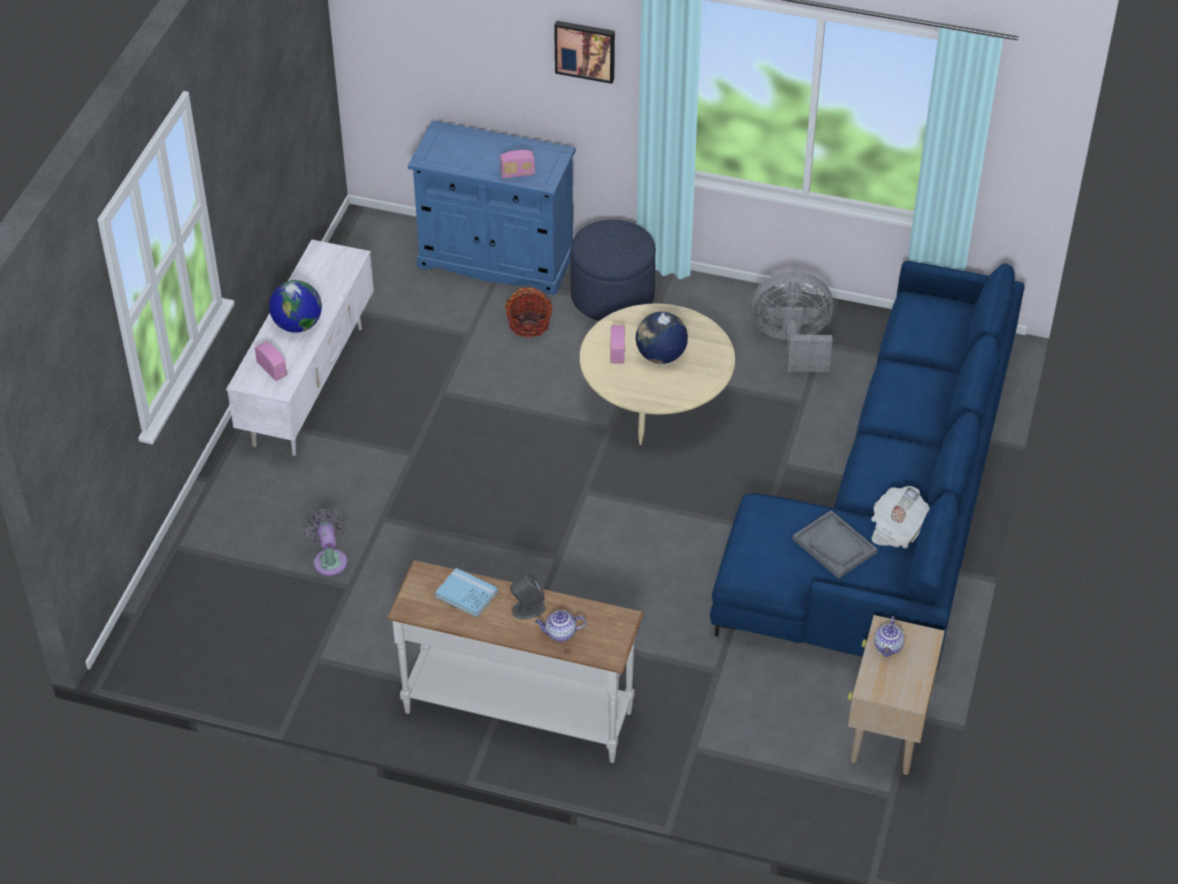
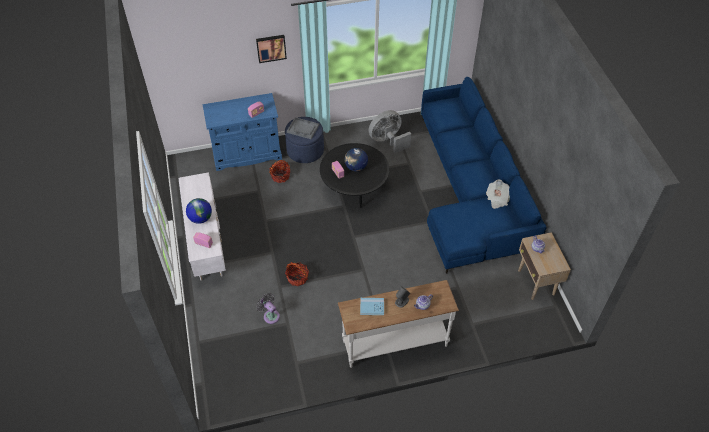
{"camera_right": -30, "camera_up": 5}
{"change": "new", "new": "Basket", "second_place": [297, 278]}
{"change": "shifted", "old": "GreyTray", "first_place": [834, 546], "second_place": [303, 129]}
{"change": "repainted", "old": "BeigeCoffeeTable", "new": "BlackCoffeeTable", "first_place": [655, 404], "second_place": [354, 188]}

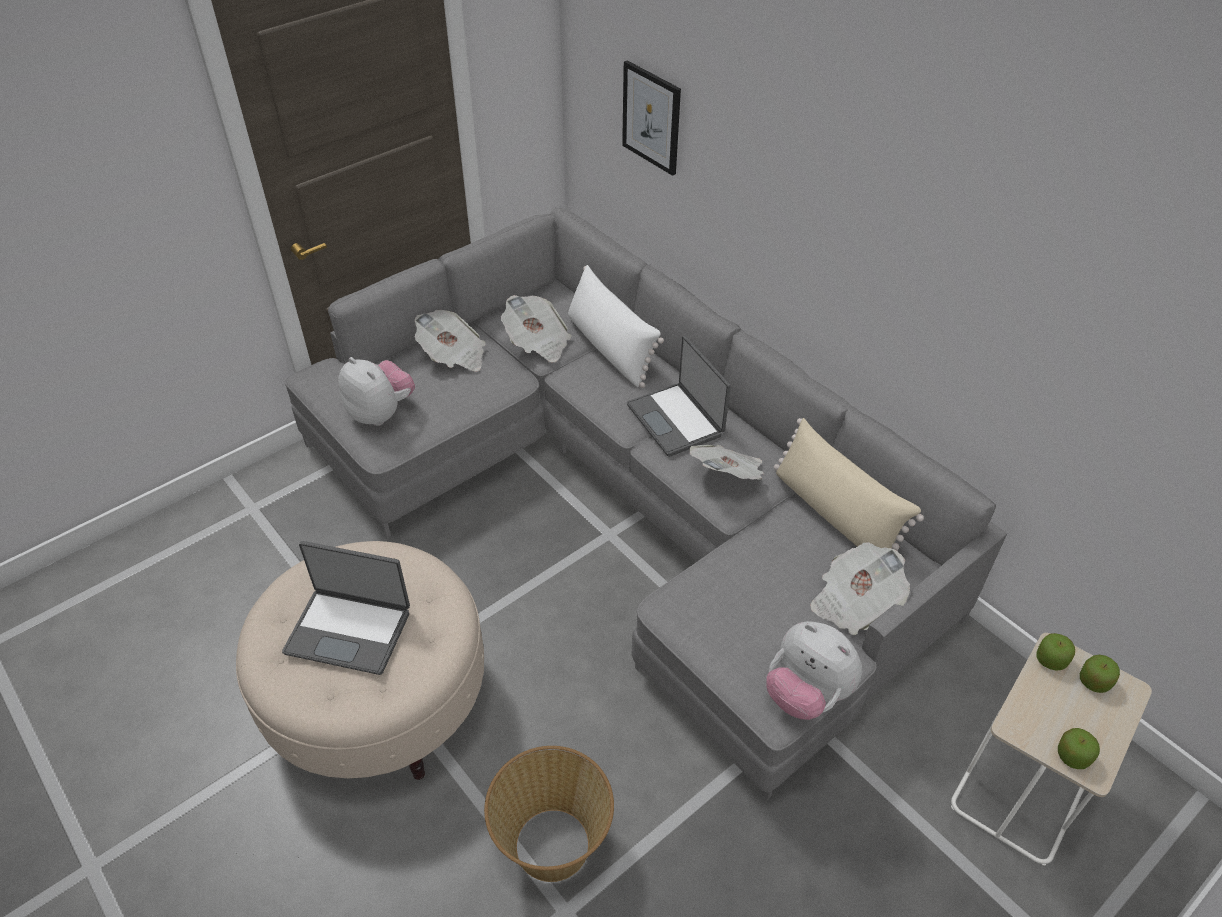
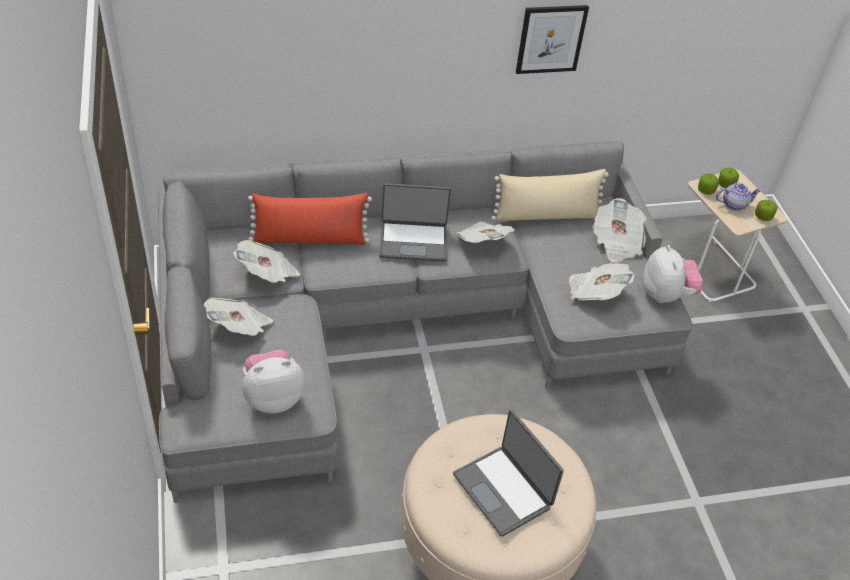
{"camera_right": -65, "camera_up": 0}
{"change": "repainted", "old": "WhitePillow", "new": "RedPillow", "first_place": [610, 348], "second_place": [310, 239]}
{"change": "rotated", "old": "Laptop", "first_place": [349, 630], "second_place": [503, 490], "degrees": 105}
{"change": "shifted", "old": "Picture", "first_place": [651, 117], "second_place": [551, 39]}
{"change": "new", "new": "Newspaper", "second_place": [595, 292]}
{"change": "rotated", "old": "PlushToy", "first_place": [806, 693], "second_place": [666, 295], "degrees": -75}
{"change": "new", "new": "Teapot", "second_place": [734, 204]}
{"change": "gone", "old": "Basket", "first_place": [552, 843]}

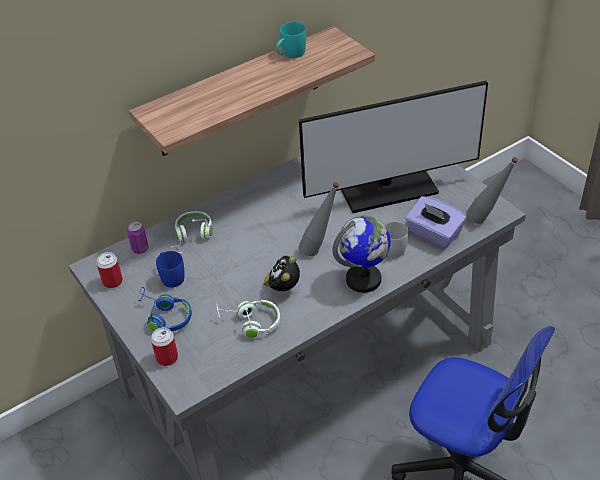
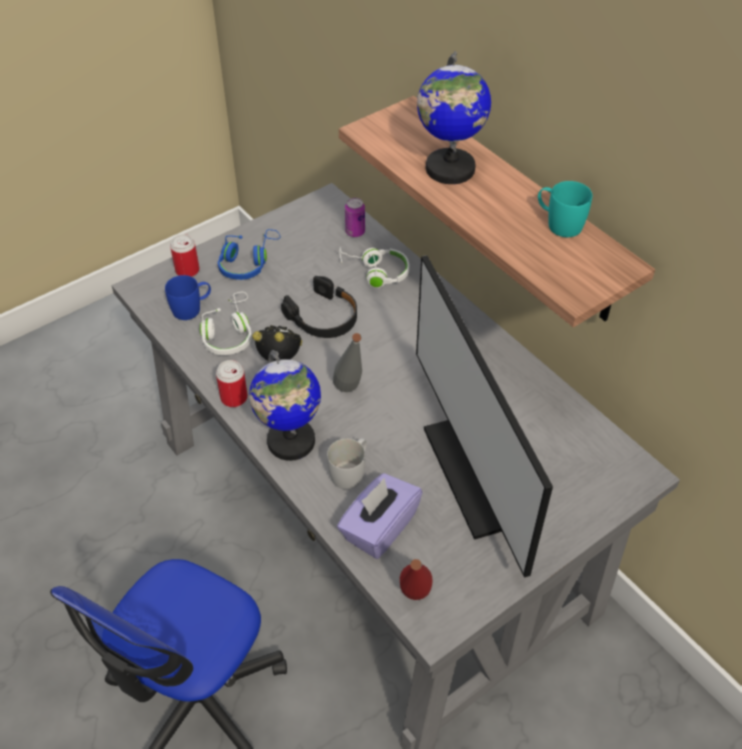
{"camera_right": 85, "camera_up": 5}
{"change": "shifted", "old": "BlueMug", "first_place": [171, 276], "second_place": [192, 308]}
{"change": "shifted", "old": "Can", "first_place": [112, 281], "second_place": [234, 398]}
{"change": "new", "new": "BlackHeadphones", "second_place": [323, 317]}
{"change": "repainted", "old": "GreyBottle", "new": "RedBottle", "first_place": [487, 219], "second_place": [414, 604]}
{"change": "new", "new": "Globe", "second_place": [449, 169]}

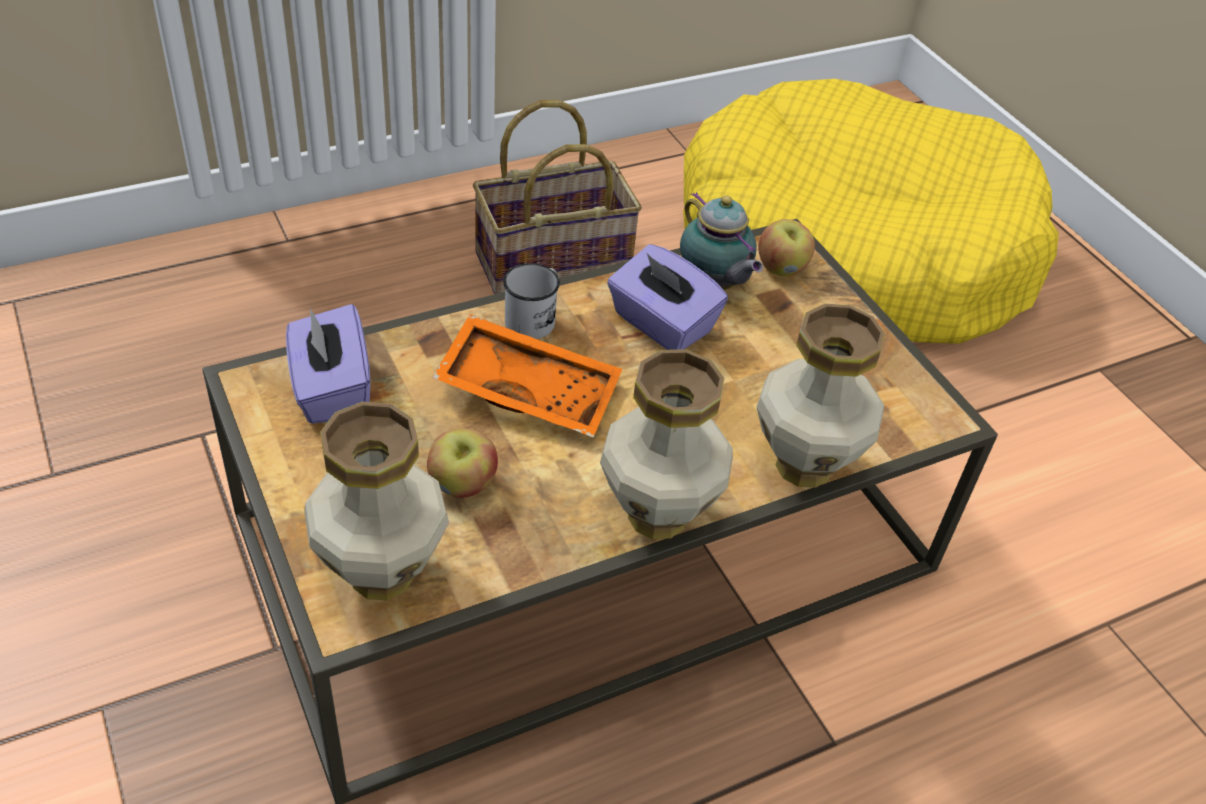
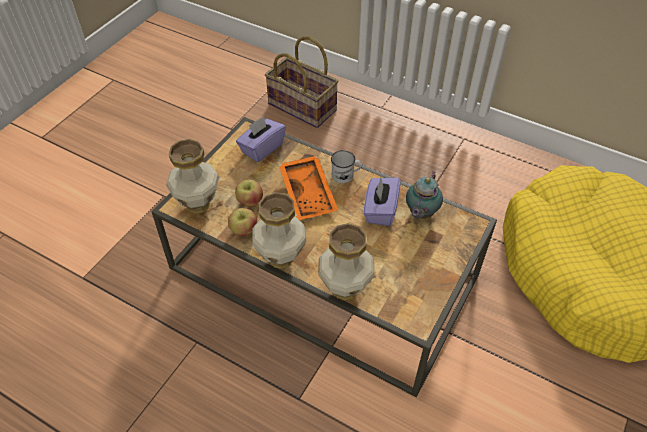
{"camera_right": 60, "camera_up": 5}
{"change": "shifted", "old": "Apple", "first_place": [781, 268], "second_place": [244, 230]}
{"change": "shifted", "old": "Basket", "first_place": [553, 262], "second_place": [303, 106]}

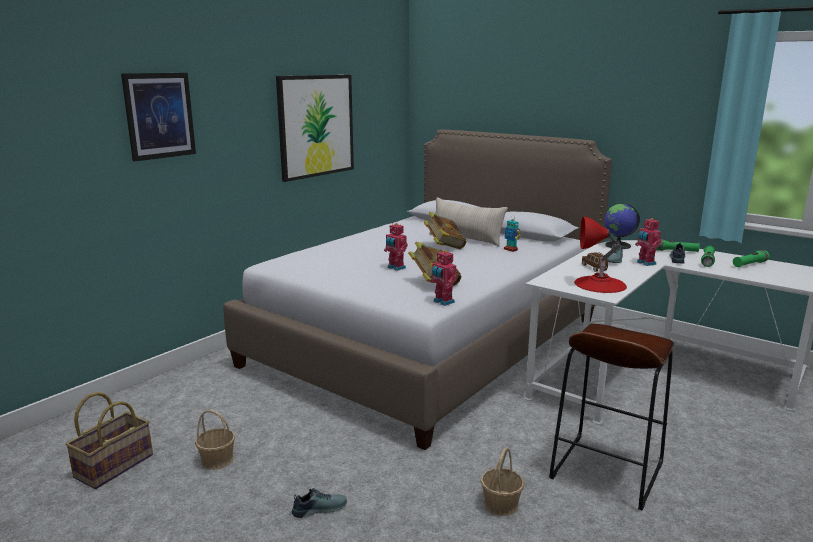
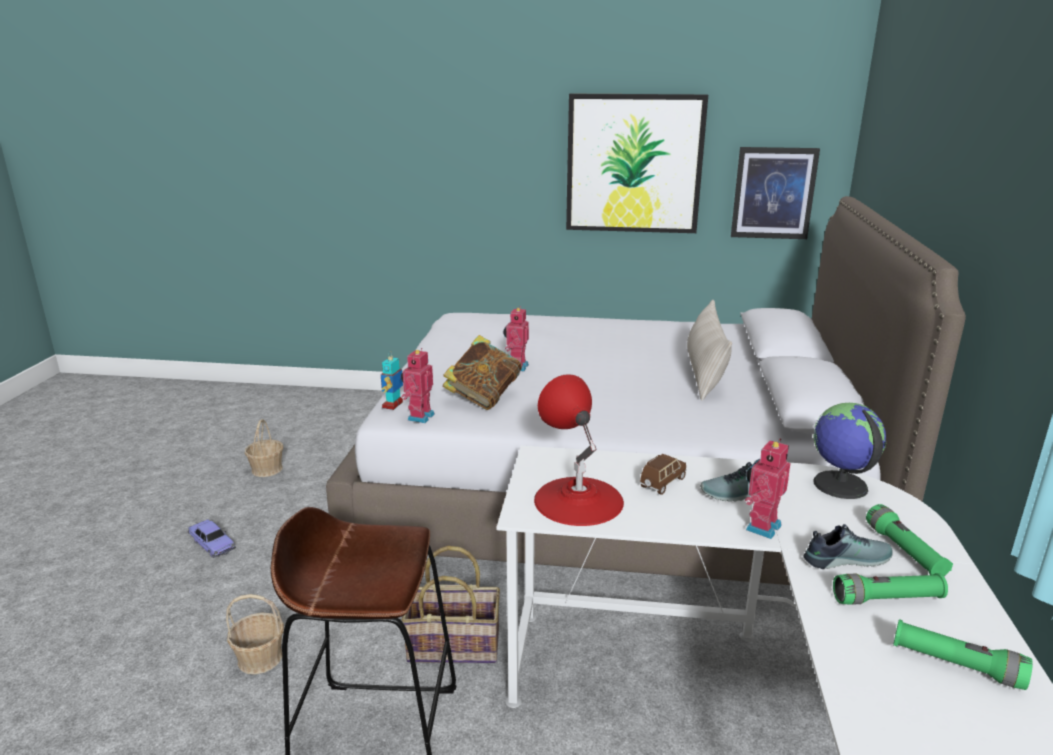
{"camera_right": 60, "camera_up": 5}
{"change": "swapped", "old": "Shoe", "new": "ToyCar", "first_place": [319, 508], "second_place": [212, 544]}
{"change": "shifted", "old": "ToyRobot", "first_place": [511, 249], "second_place": [393, 405]}
{"change": "shifted", "old": "Basket", "first_place": [114, 465], "second_place": [454, 644]}
{"change": "shifted", "old": "Picture", "first_place": [159, 115], "second_place": [773, 193]}
{"change": "gone", "old": "Book", "first_place": [444, 247]}

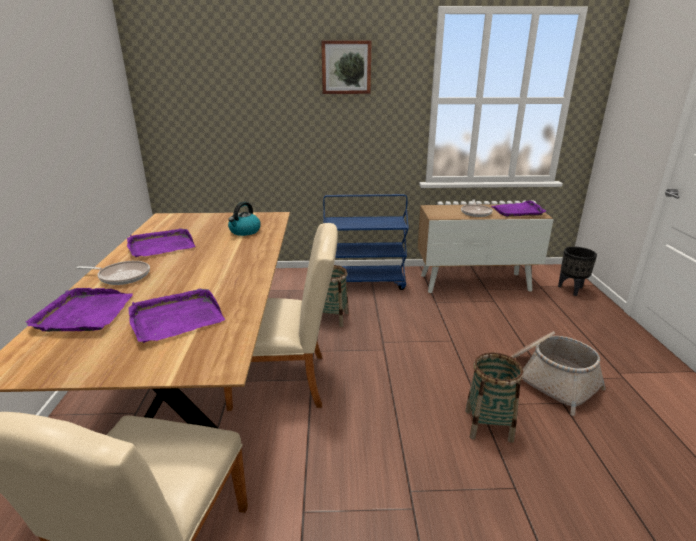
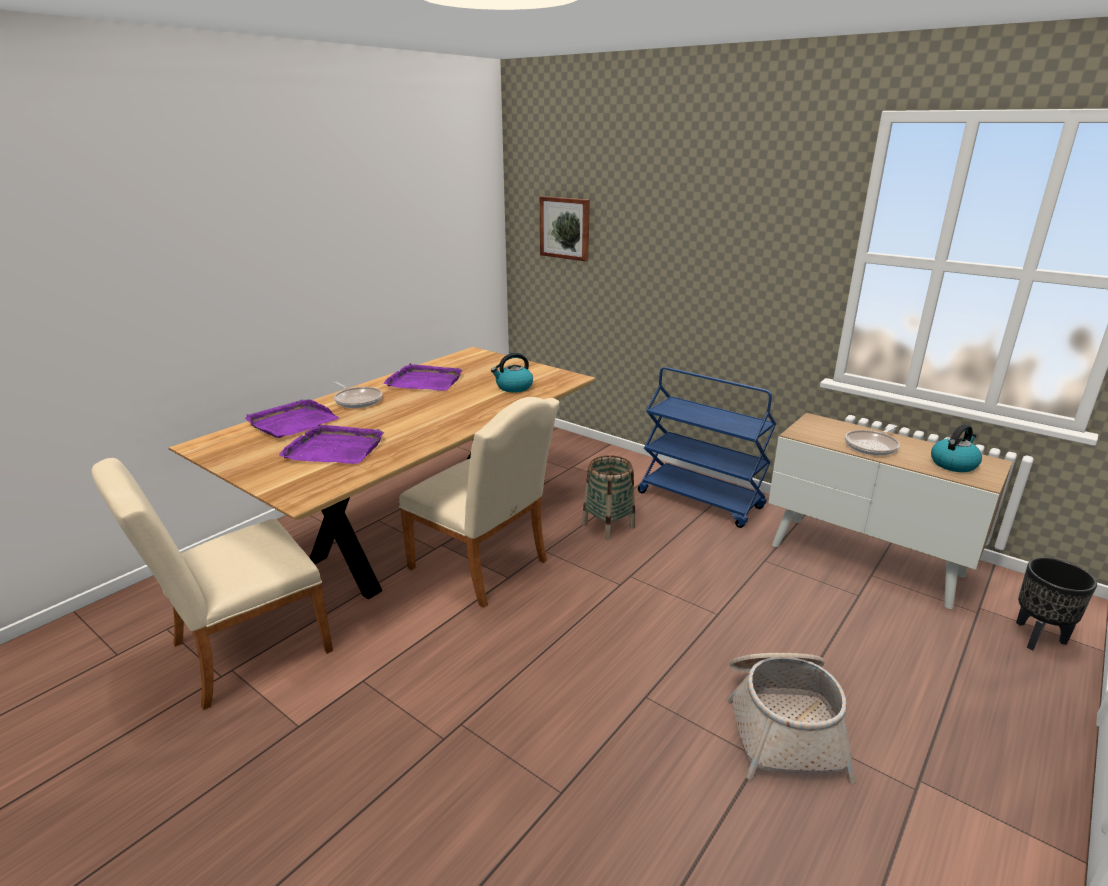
{"camera_right": 40, "camera_up": 0}
{"change": "shifted", "old": "Picture", "first_place": [346, 67], "second_place": [565, 228]}
{"change": "swapped", "old": "PurpleTray", "new": "Kettle", "first_place": [518, 211], "second_place": [953, 464]}
{"change": "gone", "old": "Basket", "first_place": [488, 425]}

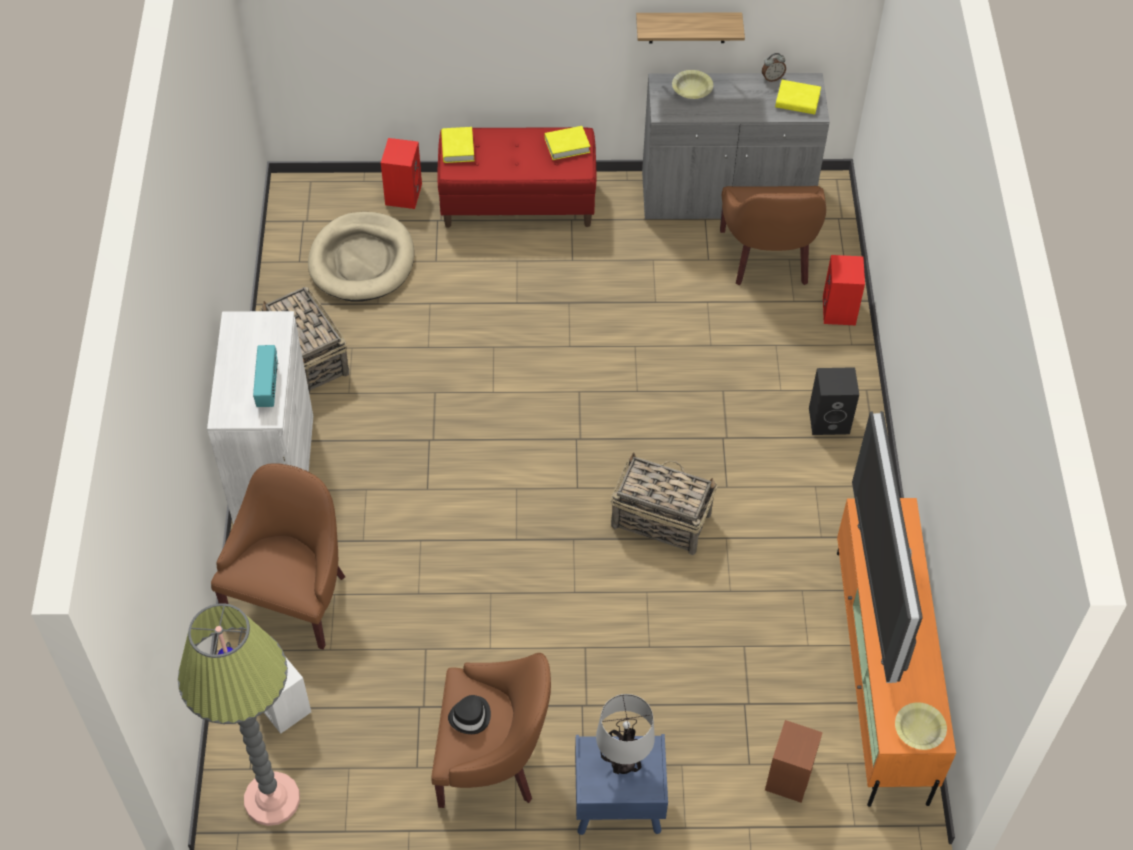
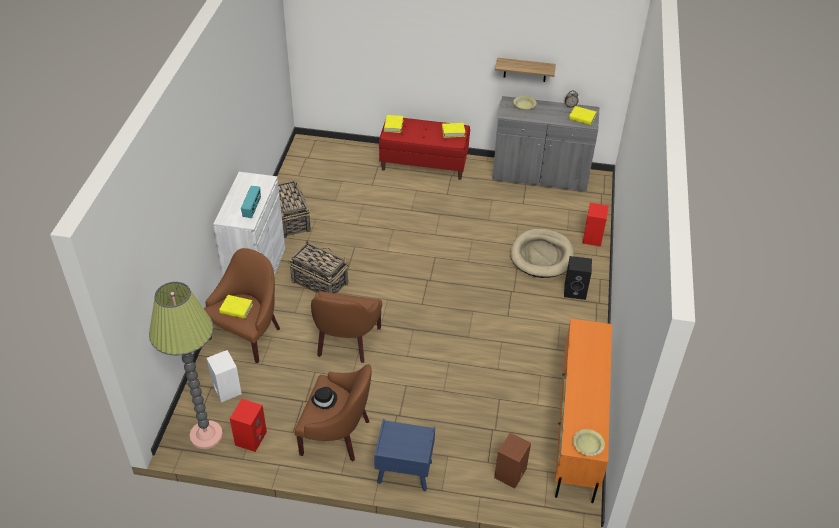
{"camera_right": 10, "camera_up": -10}
{"change": "new", "new": "YellowBook", "second_place": [236, 309]}
{"change": "shifted", "old": "RedSpeaker", "first_place": [403, 193], "second_place": [250, 437]}
{"change": "shifted", "old": "Basket", "first_place": [660, 520], "second_place": [319, 282]}
{"change": "shifted", "old": "BrownArmchair", "first_place": [768, 257], "second_place": [345, 342]}
{"change": "shifted", "old": "BeigeDogBed", "first_place": [362, 261], "second_place": [542, 256]}
{"change": "gone", "old": "TableLamp", "first_place": [623, 762]}
{"change": "gone", "old": "Television", "first_place": [884, 592]}

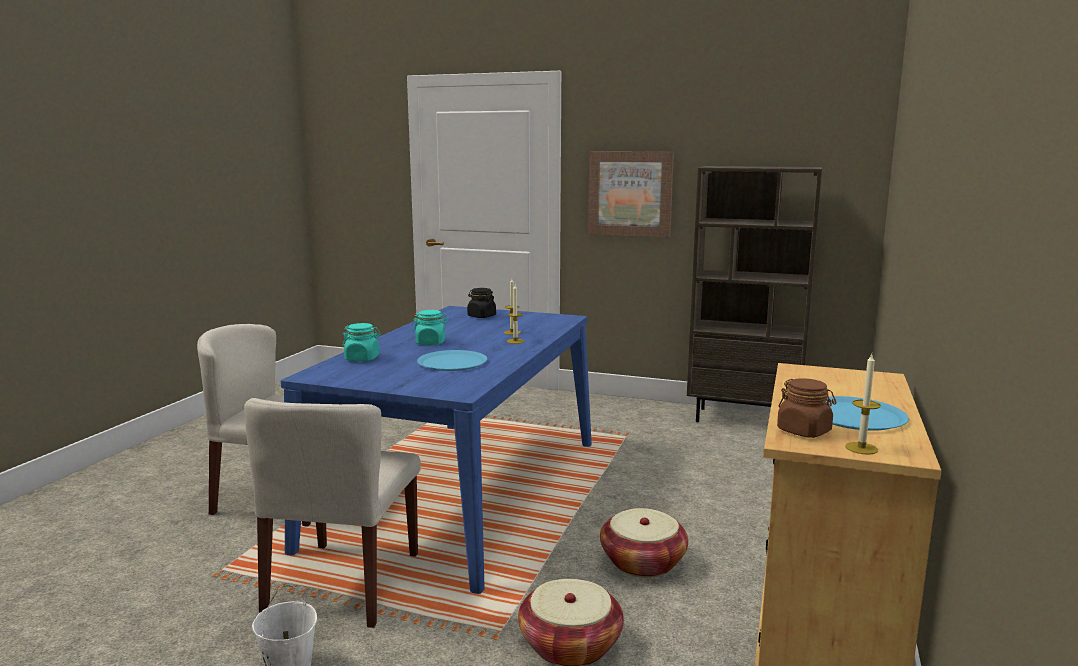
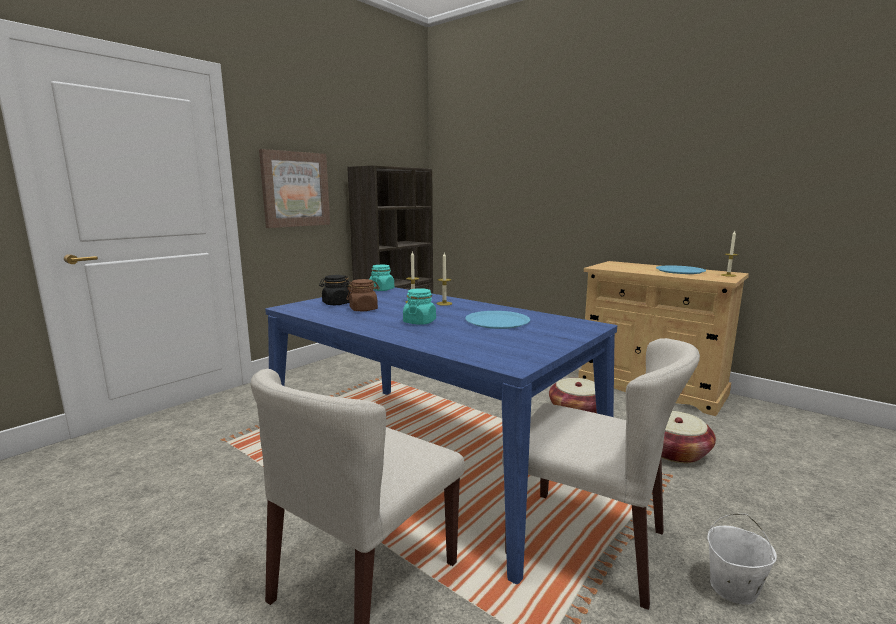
{"camera_right": -70, "camera_up": 0}
{"change": "shifted", "old": "BrownJar", "first_place": [804, 431], "second_place": [363, 309]}
{"change": "shifted", "old": "TurquoiseJar", "first_place": [362, 358], "second_place": [381, 289]}

